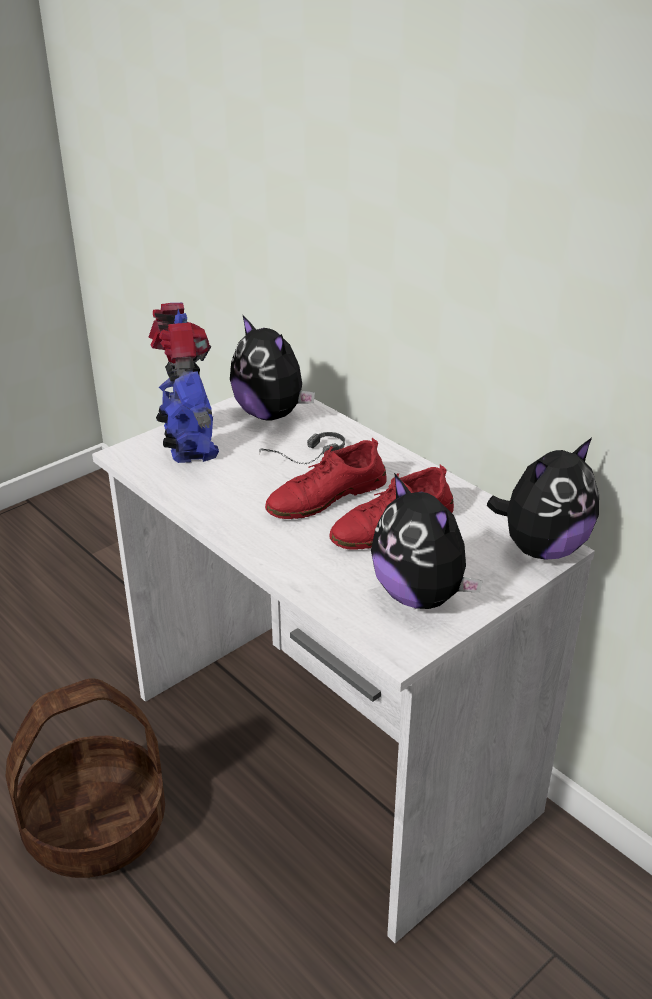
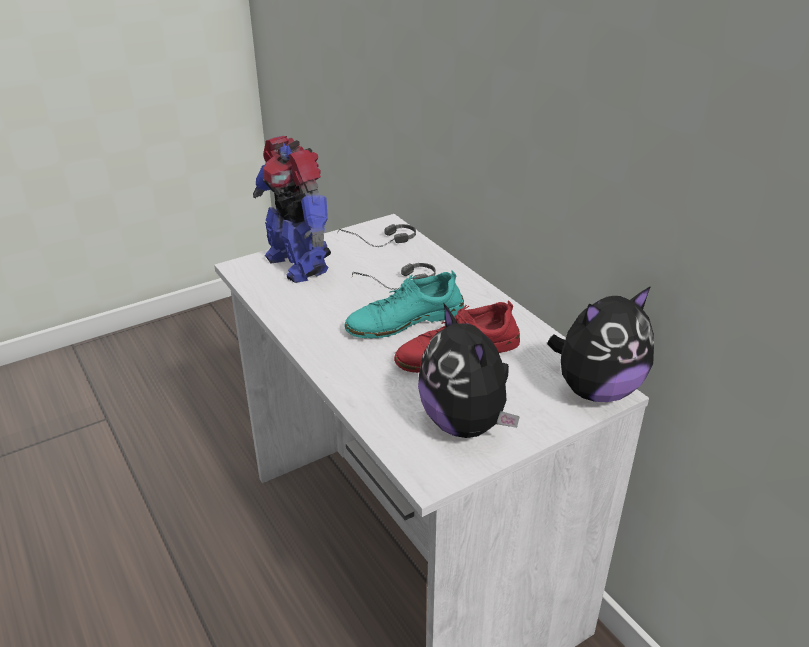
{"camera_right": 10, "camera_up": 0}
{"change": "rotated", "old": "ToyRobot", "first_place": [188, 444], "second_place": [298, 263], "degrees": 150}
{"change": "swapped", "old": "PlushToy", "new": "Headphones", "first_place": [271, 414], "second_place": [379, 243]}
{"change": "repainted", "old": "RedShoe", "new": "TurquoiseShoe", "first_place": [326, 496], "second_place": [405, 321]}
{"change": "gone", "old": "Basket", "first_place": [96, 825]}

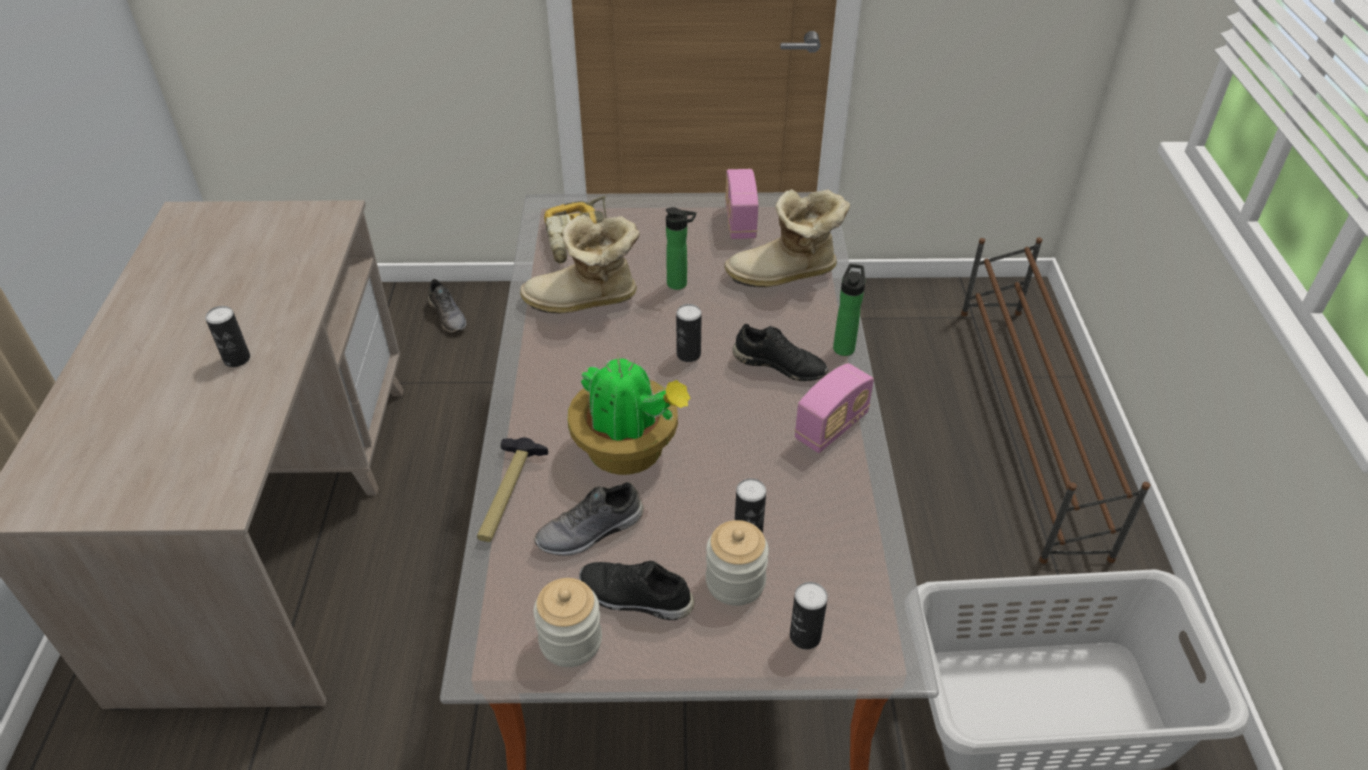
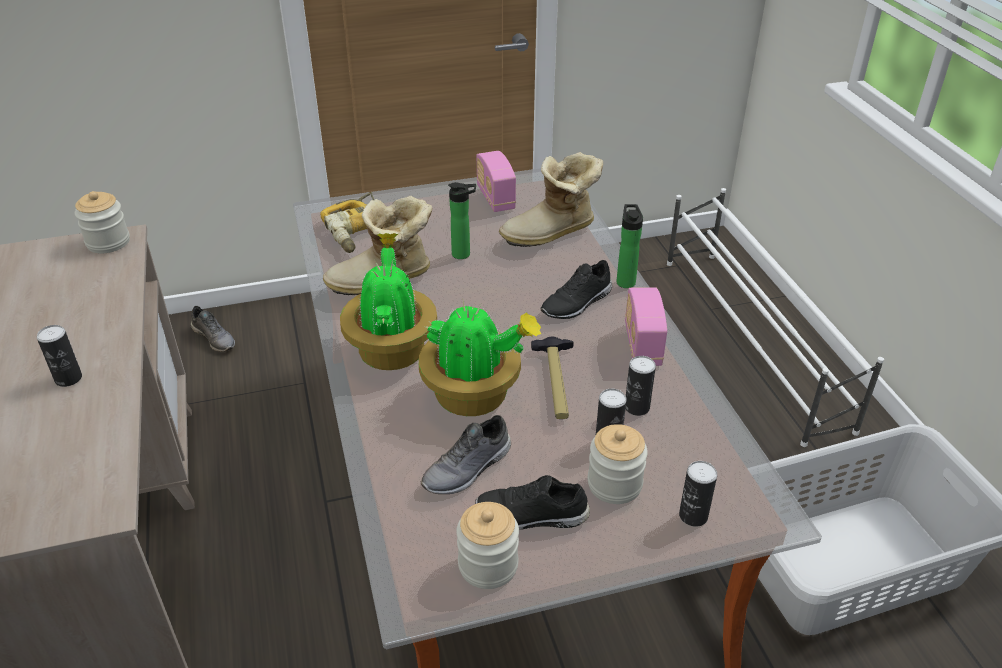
{"camera_right": -15, "camera_up": -5}
{"change": "new", "new": "Jar", "second_place": [108, 242]}
{"change": "new", "new": "PottedPlant", "second_place": [392, 348]}
{"change": "shifted", "old": "Hammer", "first_place": [508, 494], "second_place": [556, 382]}
{"change": "rotated", "old": "BlackShoe", "first_place": [780, 364], "second_place": [577, 303], "degrees": 135}
{"change": "rotated", "old": "Radio", "first_place": [831, 427], "second_place": [642, 345], "degrees": 150}
{"change": "shifted", "old": "Can", "first_place": [688, 354], "second_place": [637, 407]}
{"change": "repainted", "old": "BrownShoeRack", "new": "WhiteShoeRack", "first_place": [1028, 424], "second_place": [752, 340]}

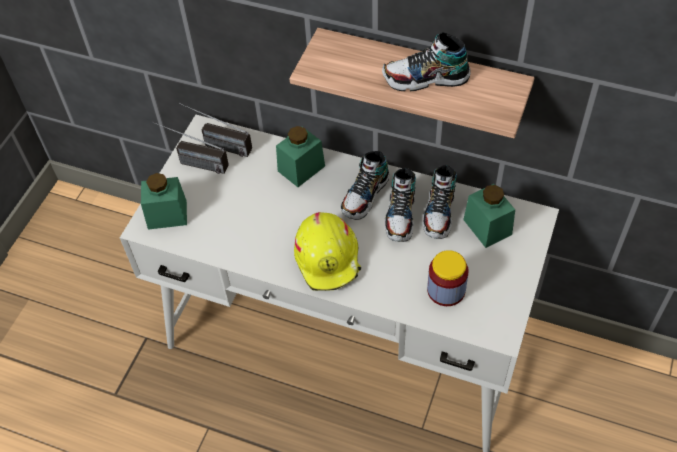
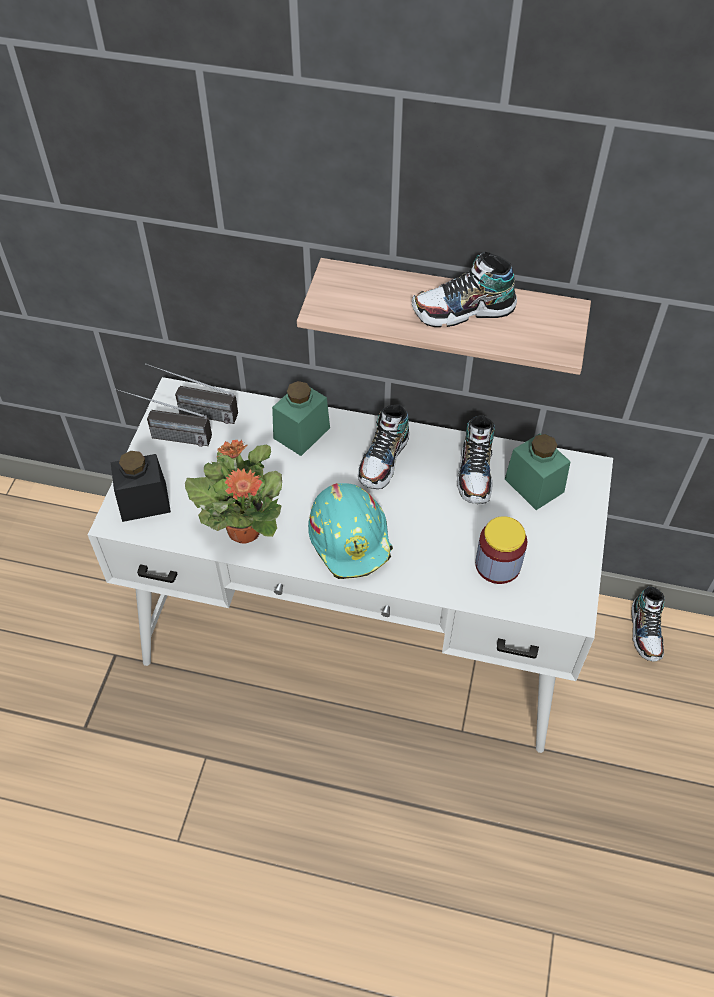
{"camera_right": -10, "camera_up": 0}
{"change": "repainted", "old": "GreenJar", "new": "BlackJar", "first_place": [167, 214], "second_place": [144, 501]}
{"change": "new", "new": "PottedPlant", "second_place": [244, 528]}
{"change": "repainted", "old": "YellowHardHat", "new": "TurquoiseHardHat", "first_place": [328, 258], "second_place": [351, 538]}
{"change": "shifted", "old": "Shoe", "first_place": [401, 215], "second_place": [646, 631]}

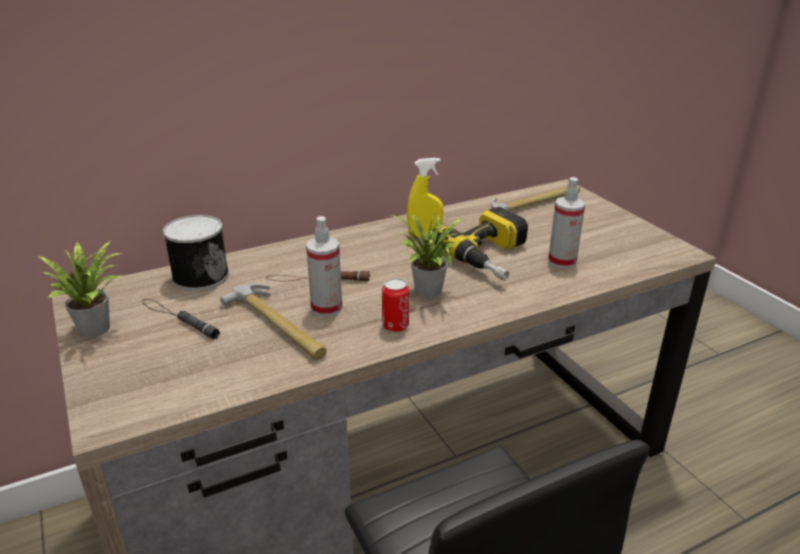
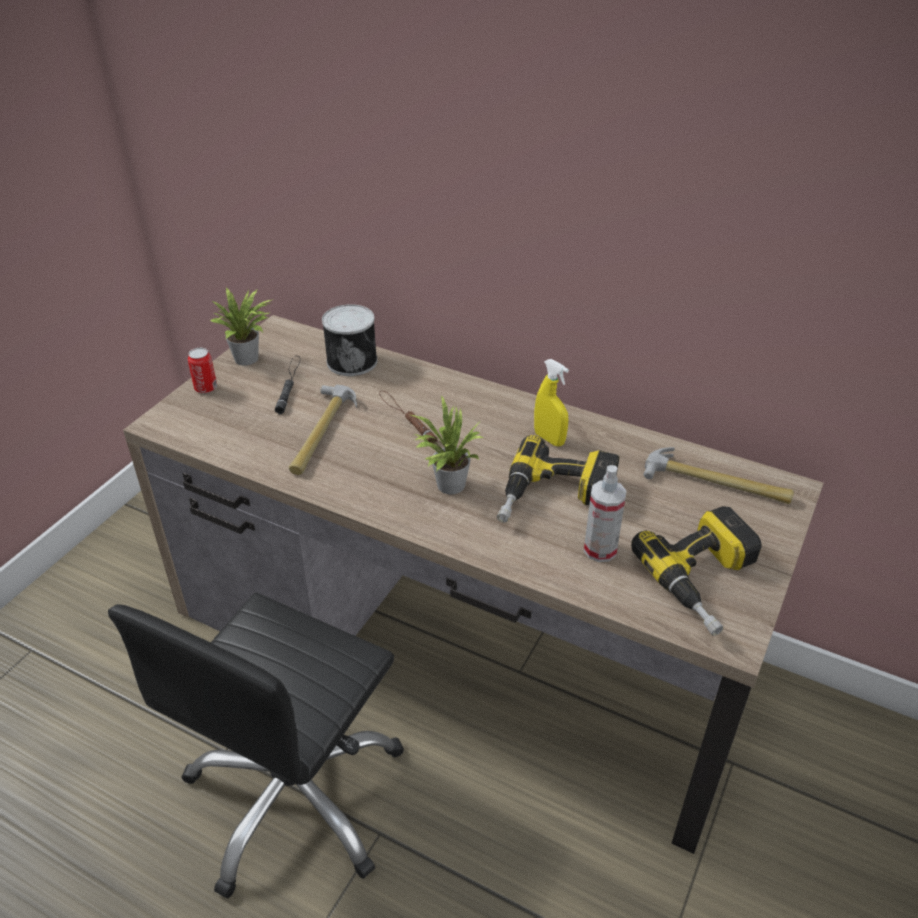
{"camera_right": 55, "camera_up": 10}
{"change": "shifted", "old": "Can", "first_place": [395, 326], "second_place": [206, 388]}
{"change": "new", "new": "PowerDrill", "second_place": [707, 581]}
{"change": "gone", "old": "SprayBottle", "first_place": [326, 308]}

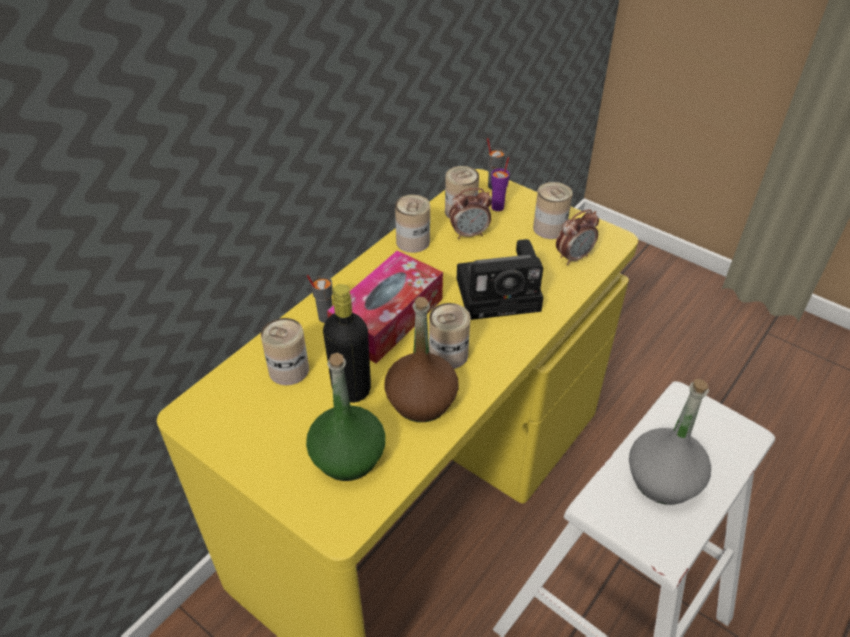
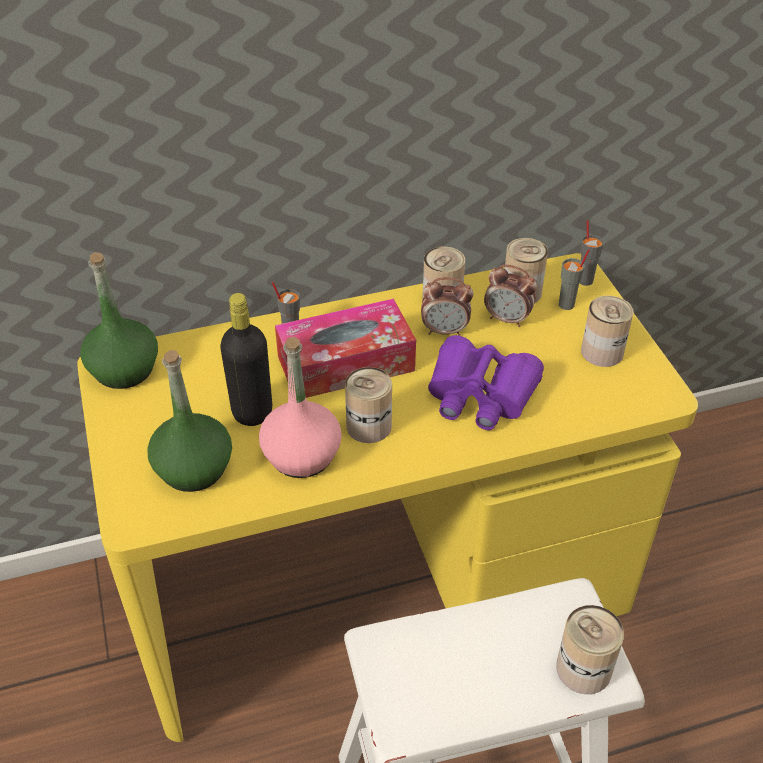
{"camera_right": 35, "camera_up": 0}
{"change": "new", "new": "GreenBottle", "second_place": [124, 370]}
{"change": "repainted", "old": "BrownBottle", "new": "PinkBottle", "first_place": [422, 401], "second_place": [302, 455]}
{"change": "shifted", "old": "AlarmClock", "first_place": [574, 257], "second_place": [445, 331]}
{"change": "swapped", "old": "PhotoCamera", "new": "PurpleBinoculars", "first_place": [501, 293], "second_place": [480, 394]}
{"change": "shifted", "old": "Can", "first_place": [289, 370], "second_place": [583, 669]}
{"change": "repainted", "old": "PurpleCup", "new": "GreyCup", "first_place": [498, 207], "second_place": [567, 305]}
{"change": "gone", "old": "GreyBottle", "first_place": [663, 479]}

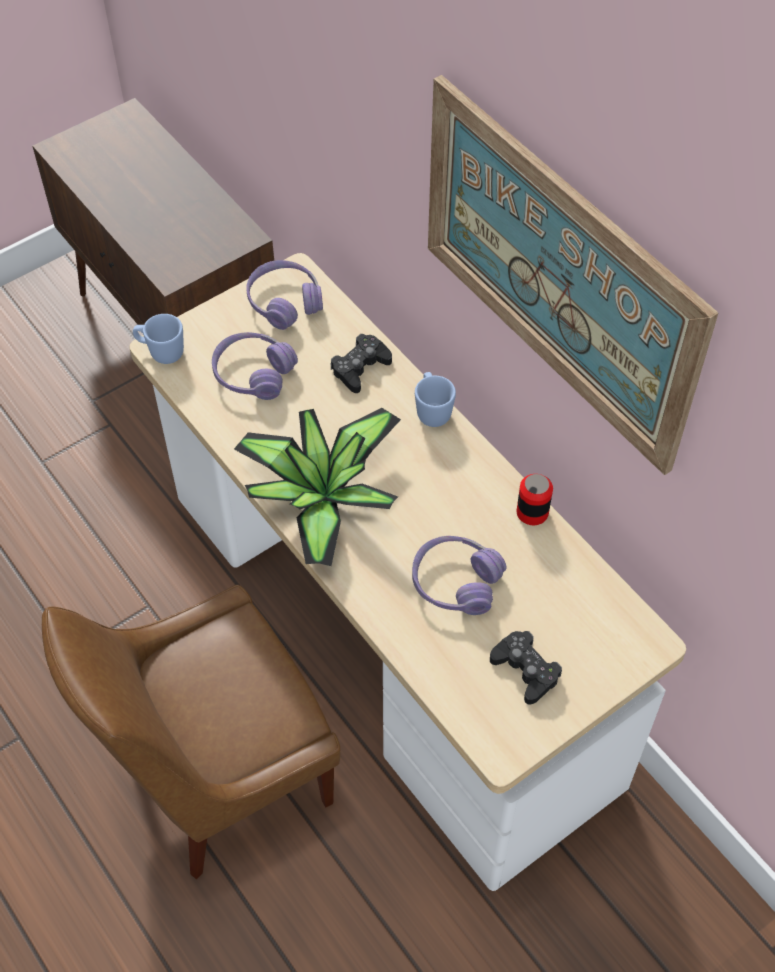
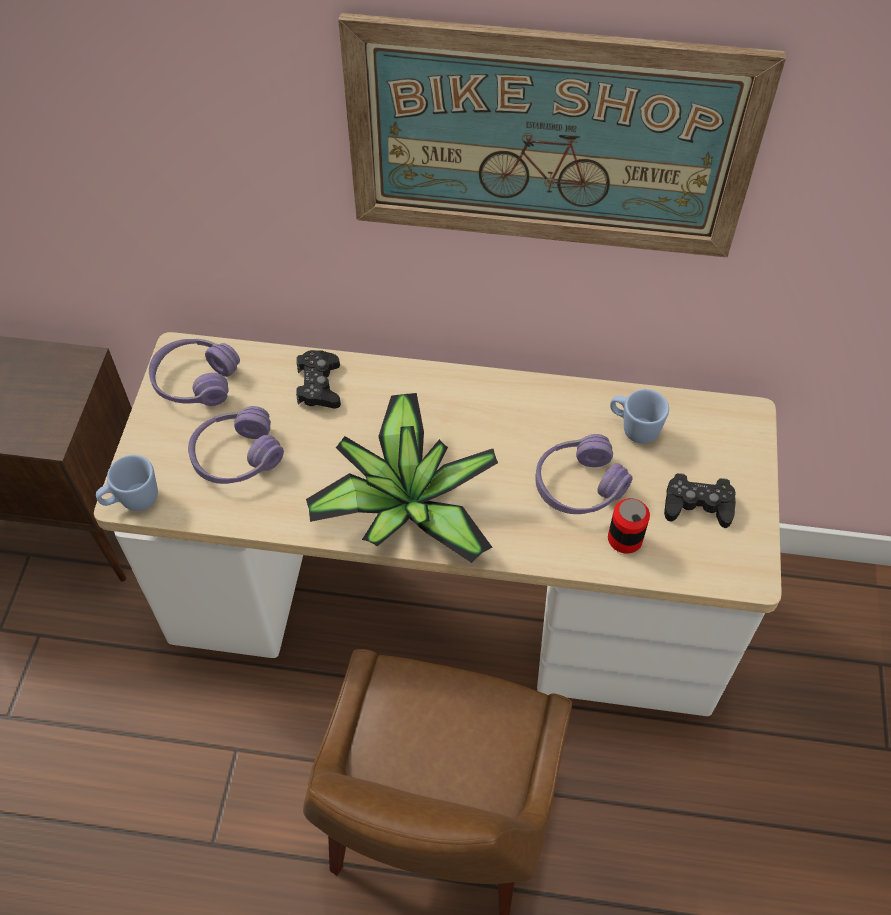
{"camera_right": -45, "camera_up": 0}
{"change": "shifted", "old": "Can", "first_place": [532, 512], "second_place": [625, 539]}
{"change": "shifted", "old": "BlueMug", "first_place": [432, 410], "second_place": [634, 428]}

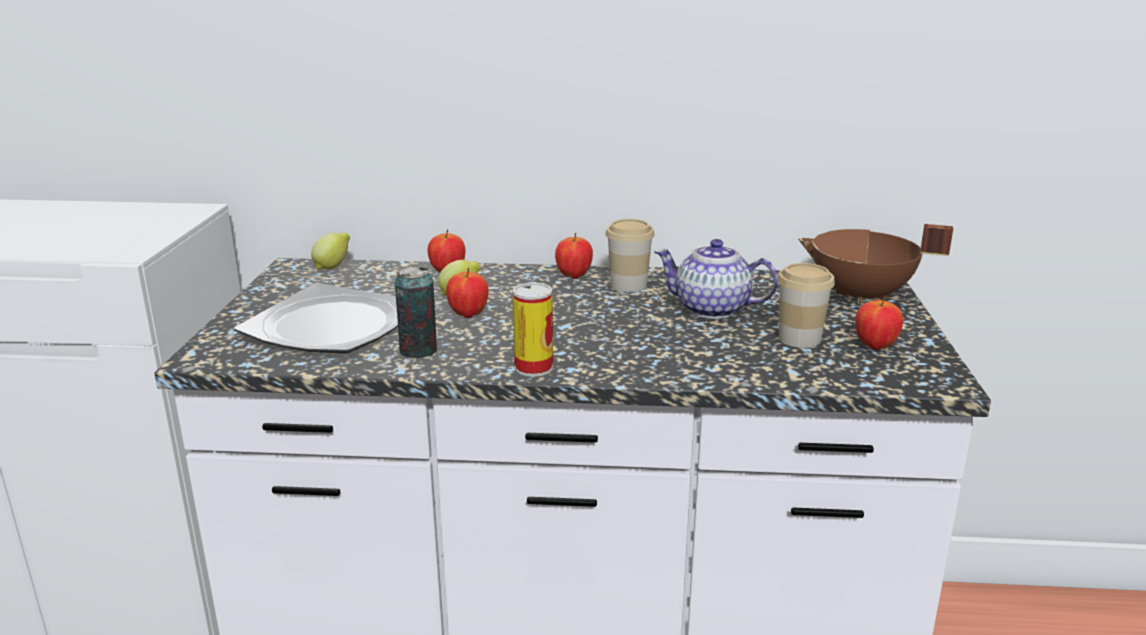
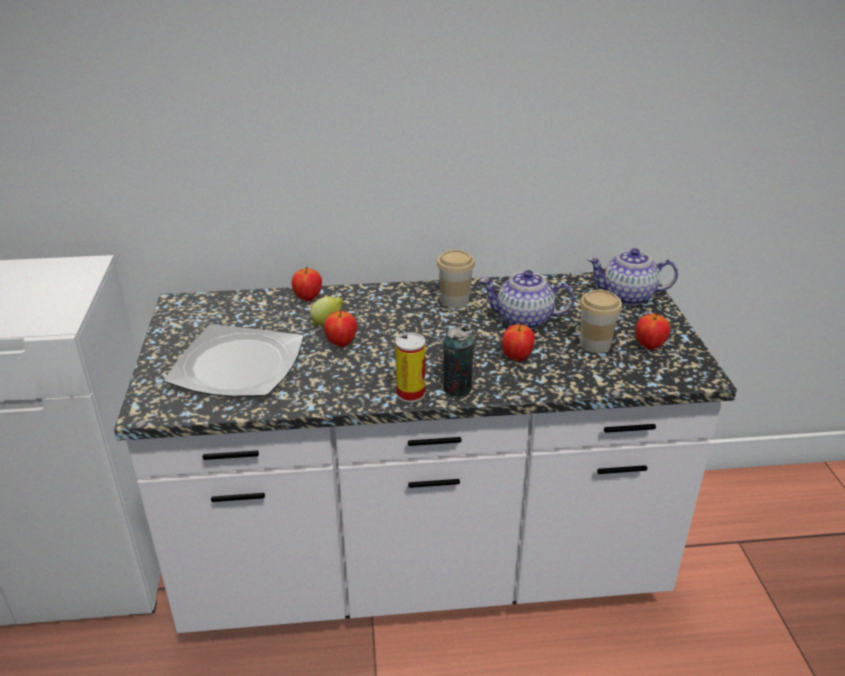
{"camera_right": -10, "camera_up": 10}
{"change": "shifted", "old": "Can", "first_place": [418, 351], "second_place": [457, 388]}
{"change": "shifted", "old": "Apple", "first_place": [574, 276], "second_place": [517, 357]}
{"change": "swapped", "old": "BrownCookingPot", "new": "Teapot", "first_place": [861, 296], "second_place": [628, 297]}
{"change": "gone", "old": "Lemon", "first_place": [333, 267]}

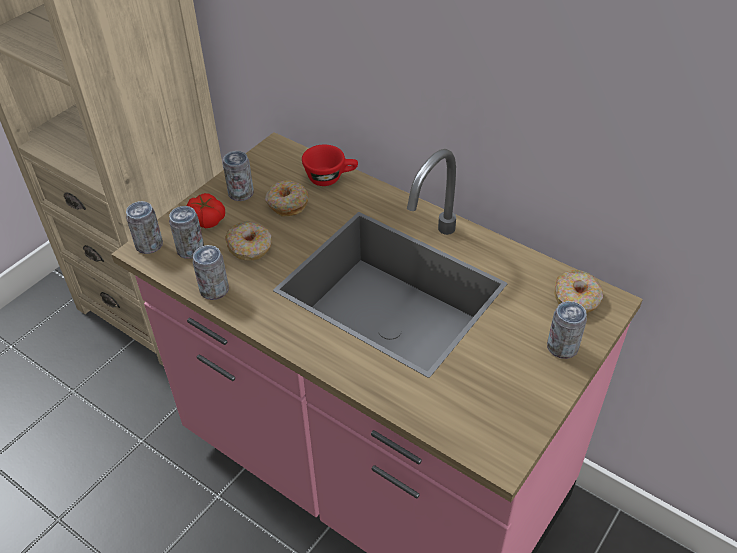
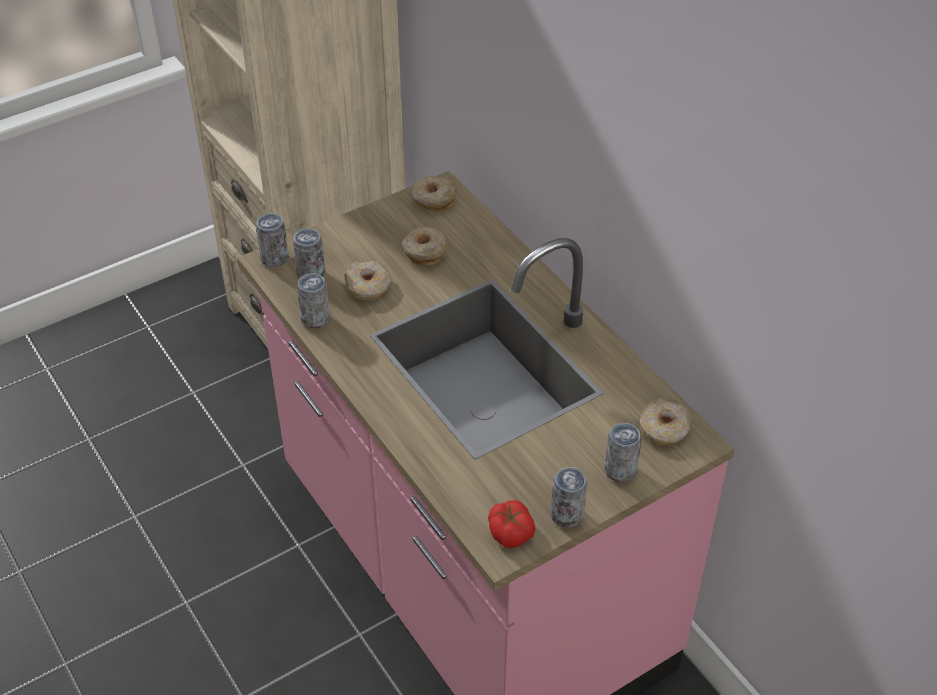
{"camera_right": 20, "camera_up": 0}
{"change": "new", "new": "Donut", "second_place": [433, 200]}
{"change": "shifted", "old": "Tomato", "first_place": [207, 219], "second_place": [510, 532]}
{"change": "shifted", "old": "Can", "first_place": [241, 193], "second_place": [567, 515]}
{"change": "gone", "old": "RedCup", "first_place": [330, 178]}

